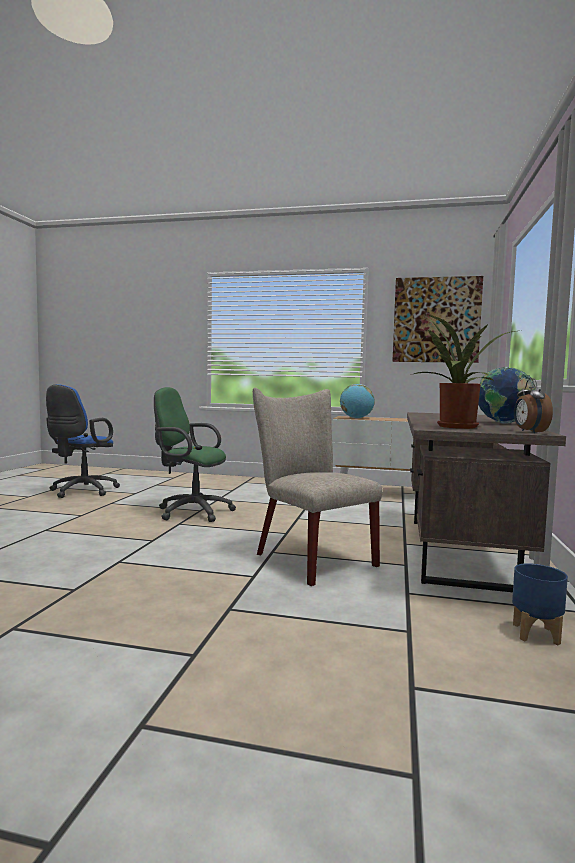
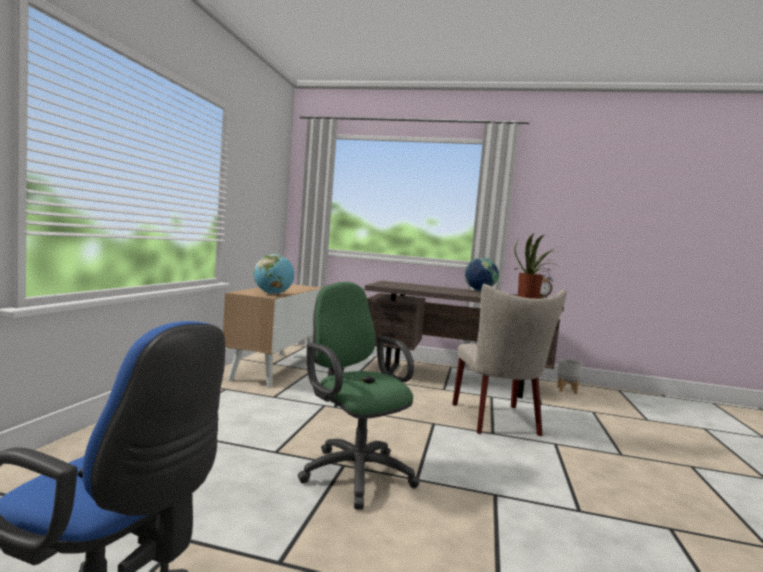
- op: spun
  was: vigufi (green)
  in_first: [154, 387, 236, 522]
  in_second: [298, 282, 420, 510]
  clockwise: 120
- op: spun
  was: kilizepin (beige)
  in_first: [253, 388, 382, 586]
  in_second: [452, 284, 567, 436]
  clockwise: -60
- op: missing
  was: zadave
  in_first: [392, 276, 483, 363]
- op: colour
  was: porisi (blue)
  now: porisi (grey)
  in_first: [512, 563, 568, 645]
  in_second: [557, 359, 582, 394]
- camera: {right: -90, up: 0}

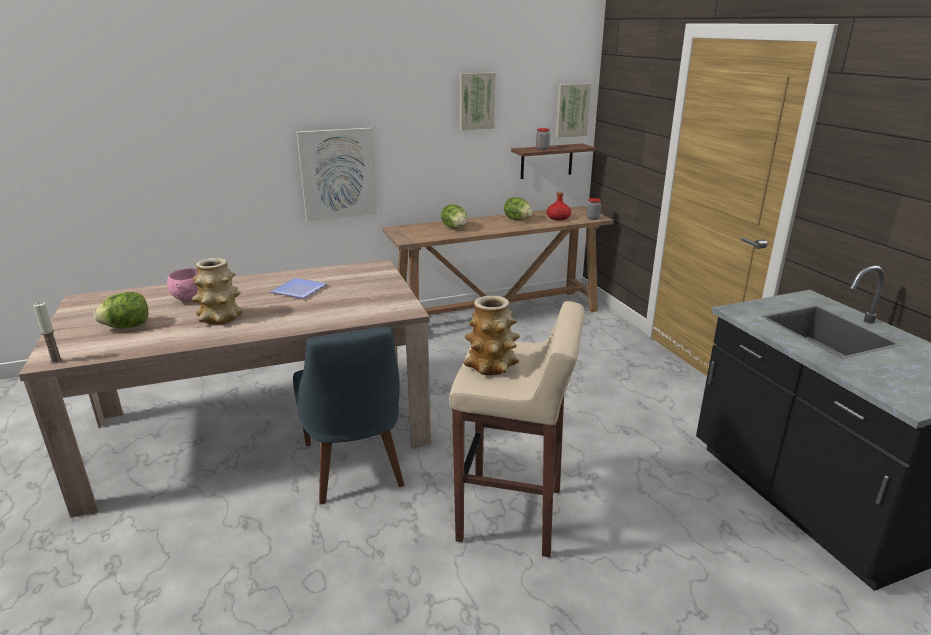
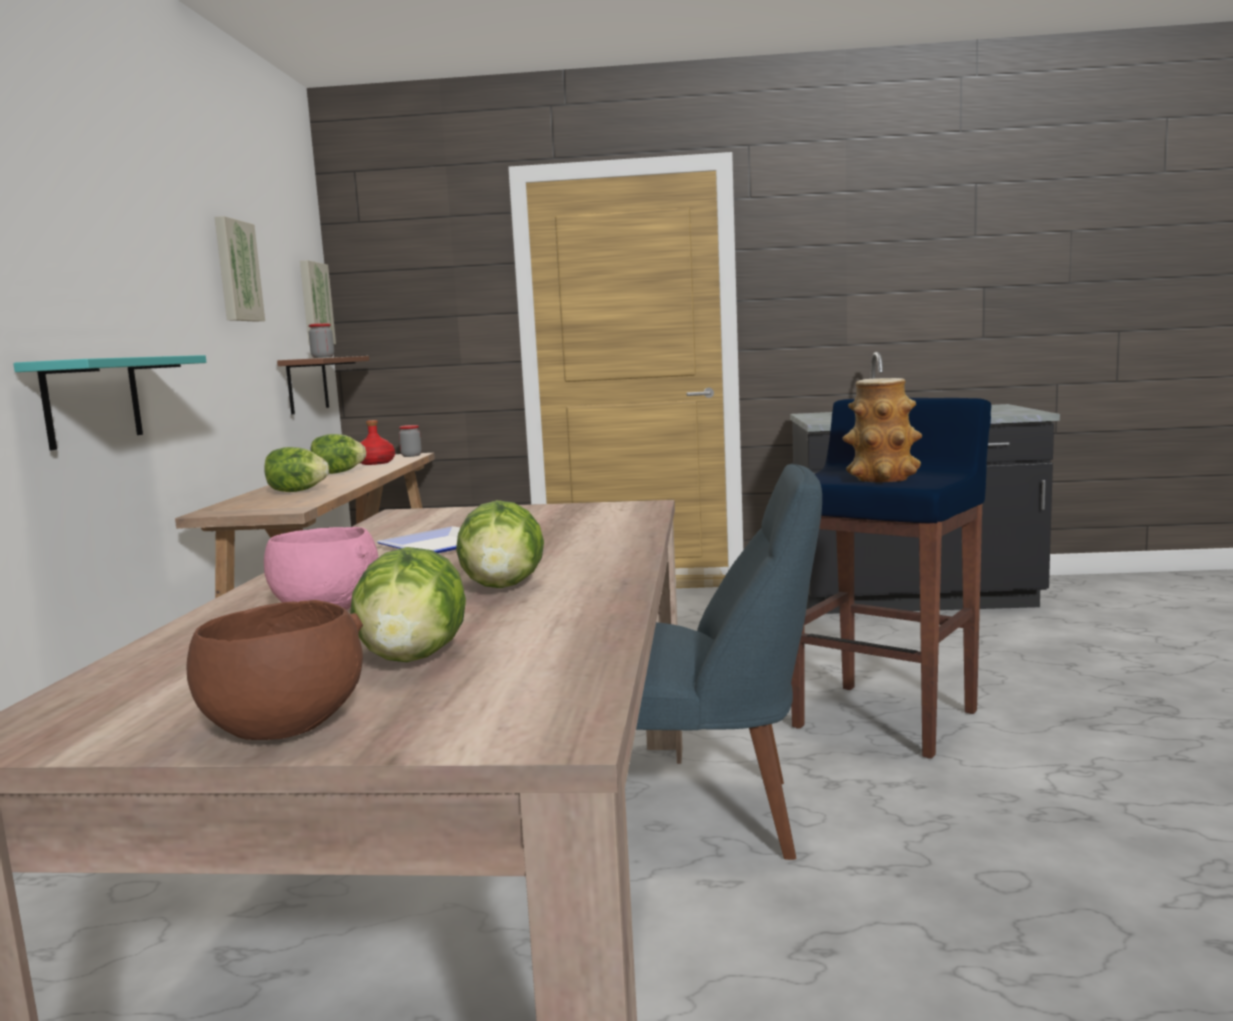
- op: missing
  was: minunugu
  in_first: [33, 302, 63, 364]
- op: exchanged
  was: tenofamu
  now: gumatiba
  in_first: [192, 258, 243, 325]
  in_second: [456, 500, 544, 588]
- op: exchanged
  was: zadave
  now: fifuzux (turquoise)
  in_first: [297, 128, 378, 221]
  in_second: [13, 355, 206, 450]
- op: colour
  was: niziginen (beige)
  now: niziginen (blue)
  in_first: [449, 301, 585, 557]
  in_second: [791, 398, 991, 759]
- op: appeared
  now: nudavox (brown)
  in_second: [186, 600, 363, 740]
- camera: {right: -65, up: -15}

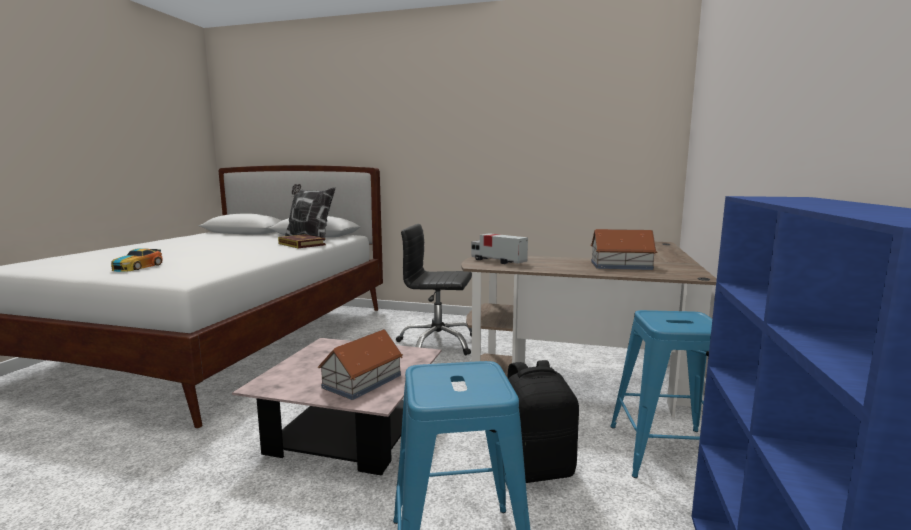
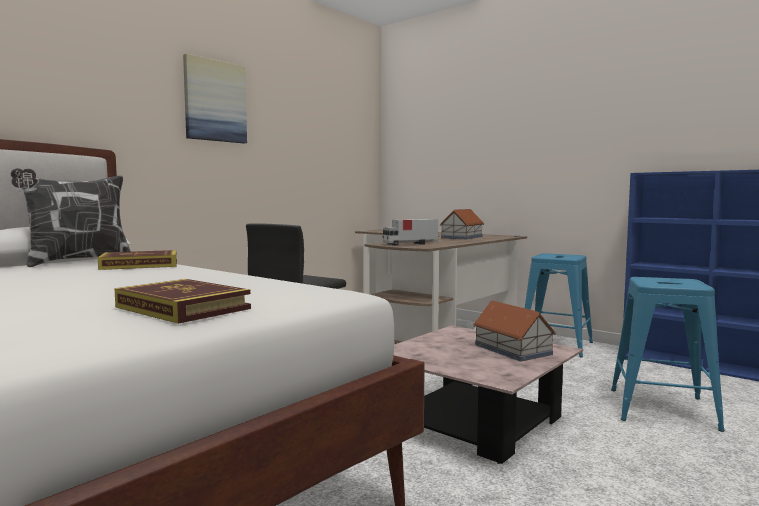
- op: exchanged
  was: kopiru
  now: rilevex
  in_first: [111, 248, 162, 272]
  in_second: [114, 279, 251, 324]
- op: missing
  was: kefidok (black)
  in_first: [508, 360, 579, 483]
- op: appeared
  now: zadave
  in_second: [183, 54, 247, 143]
- camera: {right: -65, up: -5}

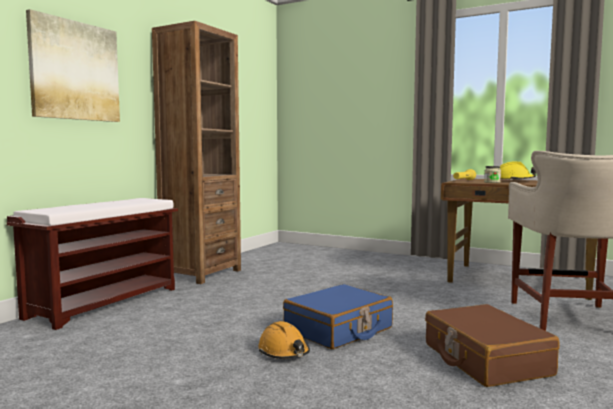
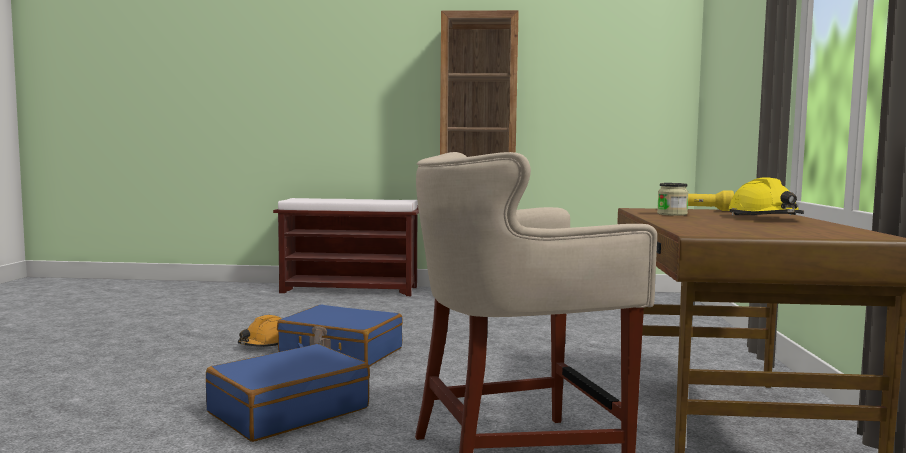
- op: missing
  was: zadave
  in_first: [26, 9, 120, 122]
- op: colour
  was: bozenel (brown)
  now: bozenel (blue)
  in_first: [425, 304, 560, 387]
  in_second: [206, 344, 370, 442]
- camera: {right: 65, up: 0}

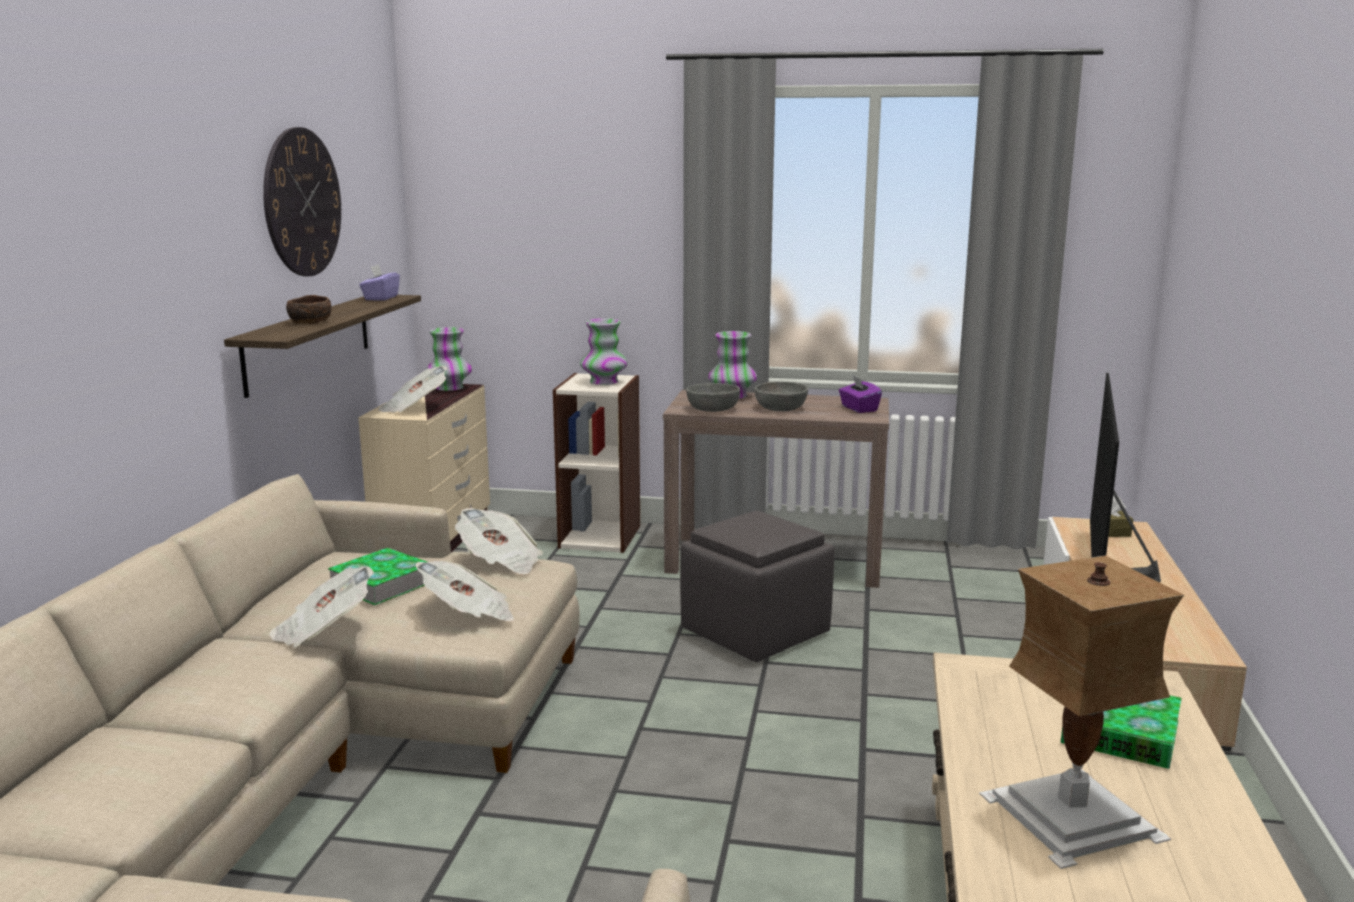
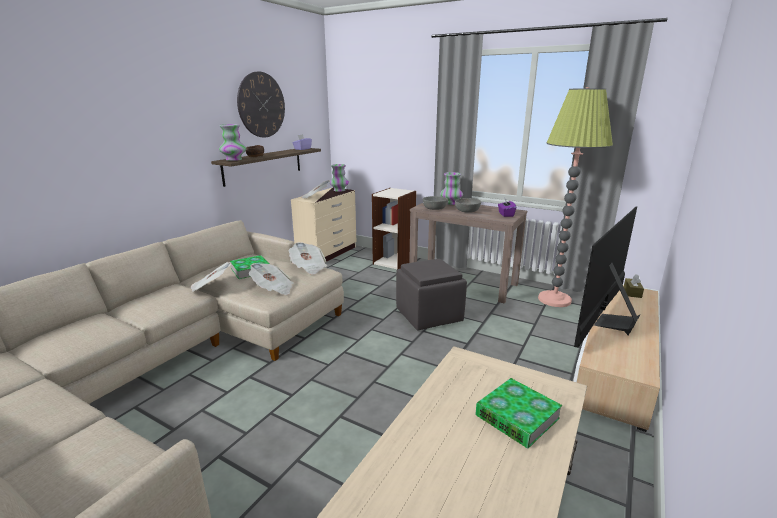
- op: relocated
  was: tenofamu
  in_first: [580, 318, 628, 385]
  in_second: [219, 124, 246, 161]
- op: missing
  was: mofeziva
  in_first: [979, 556, 1184, 869]
- op: appeared
  now: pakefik
  in_second: [538, 87, 613, 307]
- camera: {right: 20, up: 5}

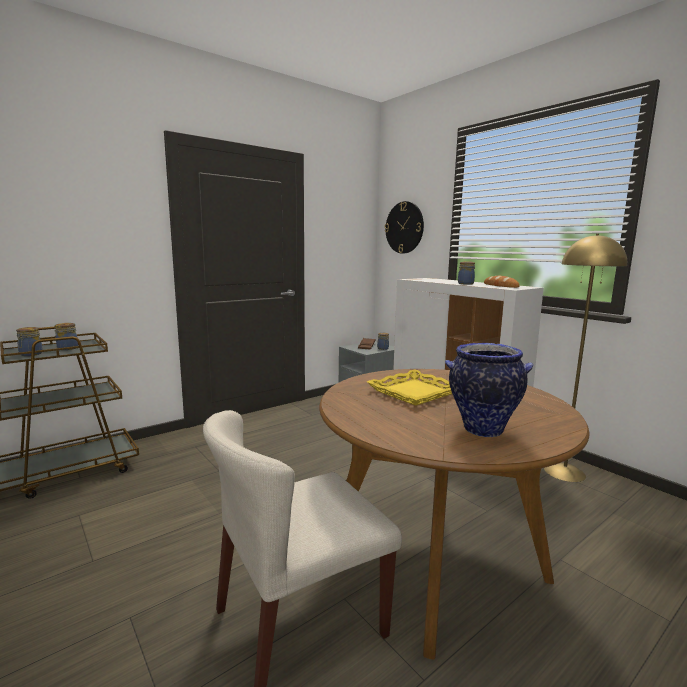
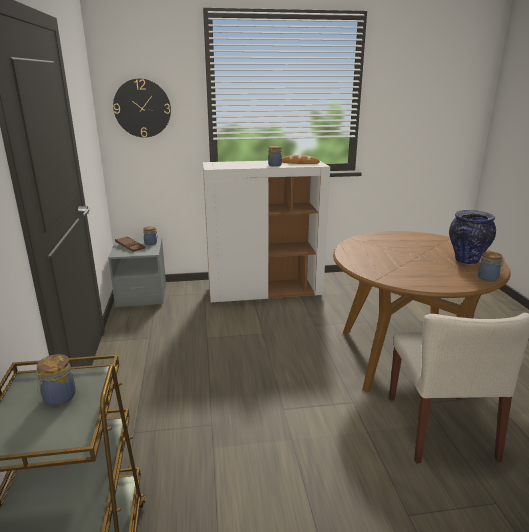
- op: relocated
  was: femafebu
  in_first: [16, 327, 43, 356]
  in_second: [478, 252, 505, 282]
- op: missing
  was: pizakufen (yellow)
  in_first: [367, 369, 452, 406]
- op: missing
  was: pakefik (yellow)
  in_first: [544, 234, 627, 482]
- camera: {right: -60, up: 10}

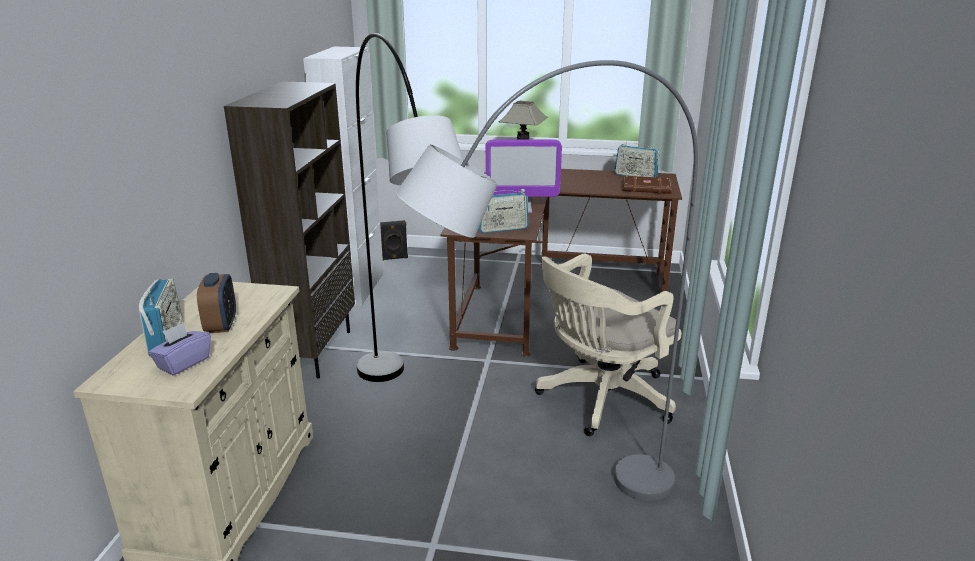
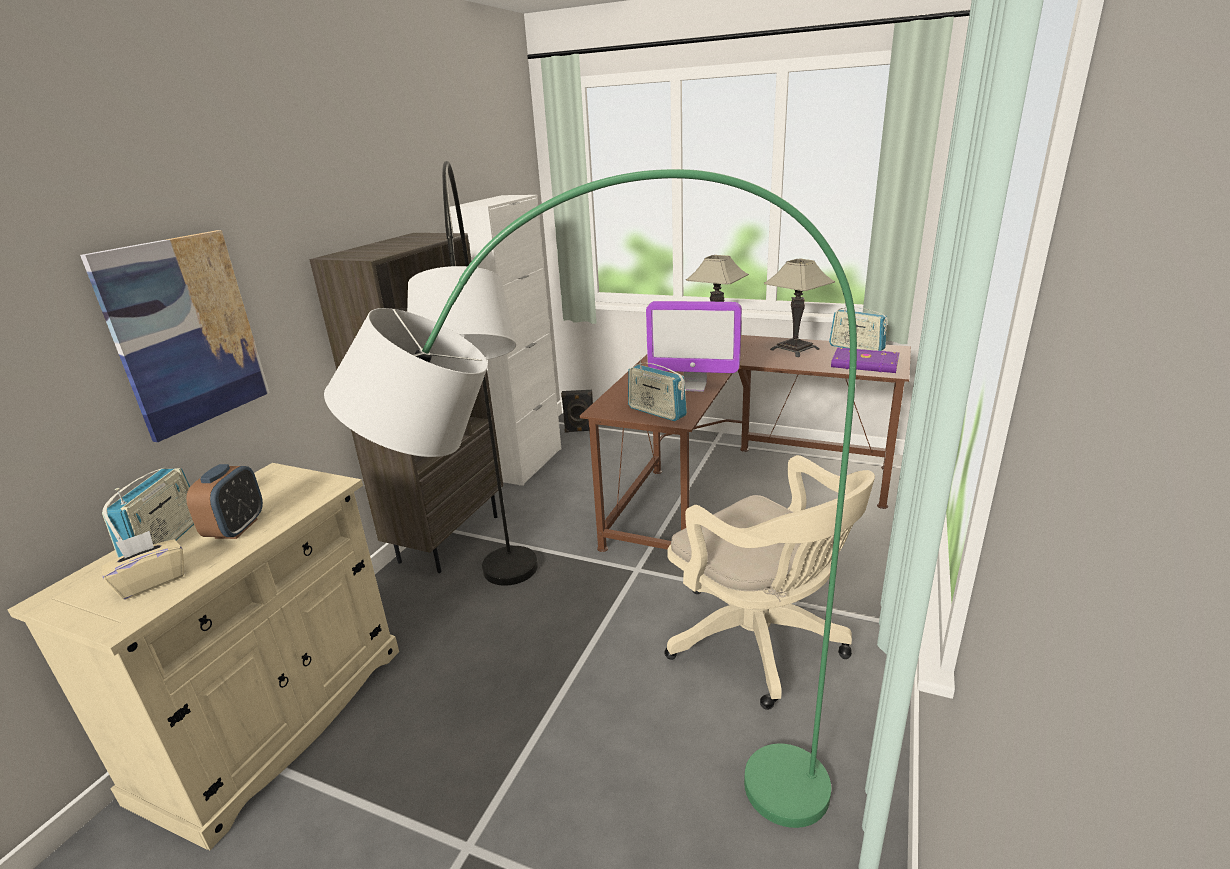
- op: colour
  was: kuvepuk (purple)
  now: kuvepuk (beige)
  in_first: [148, 322, 211, 376]
  in_second: [101, 531, 184, 600]
- op: colour
  was: pakefik (grey)
  now: pakefik (green)
  in_first: [395, 60, 698, 501]
  in_second: [324, 169, 857, 828]
- op: spun
  was: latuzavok
  in_first: [478, 190, 529, 233]
  in_second: [628, 357, 687, 421]
  clockwise: 45
- op: spun
  was: vigufi (beige)
  in_first: [535, 254, 682, 436]
  in_second: [664, 455, 875, 710]
  clockwise: -105
- op: colour
  was: rilevex (brown)
  now: rilevex (purple)
  in_first: [622, 176, 672, 194]
  in_second: [831, 348, 899, 373]
- op: appeared
  now: zadave
  in_second: [80, 230, 270, 442]
- op: appeared
  now: mofeziva
  in_second: [764, 259, 835, 357]
- camera: {right: 15, up: 0}

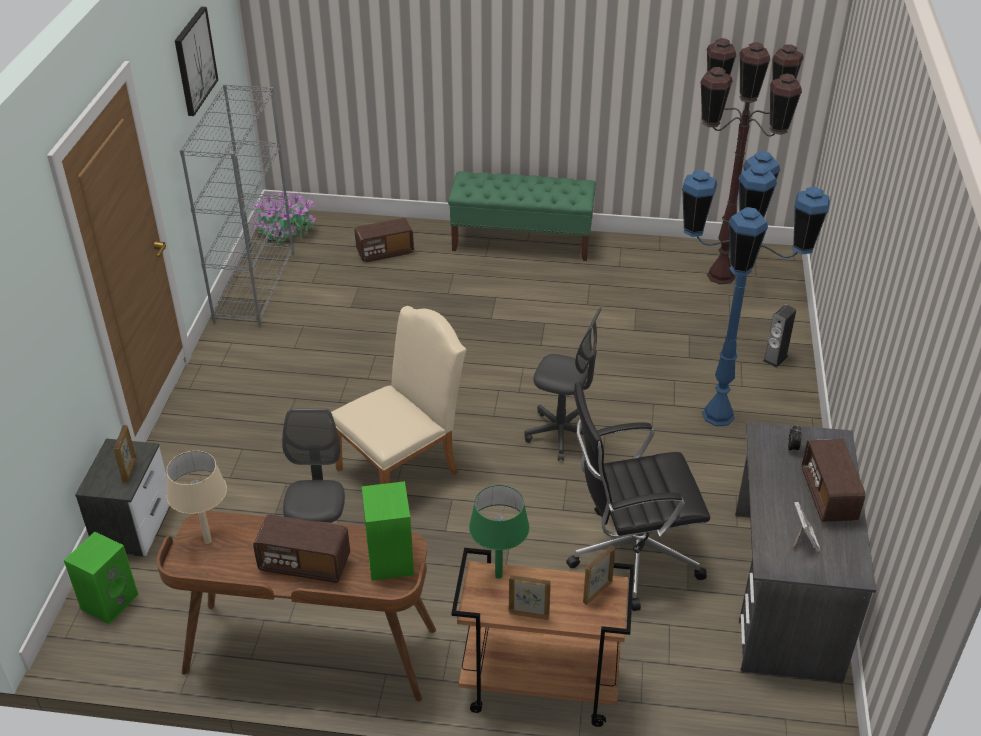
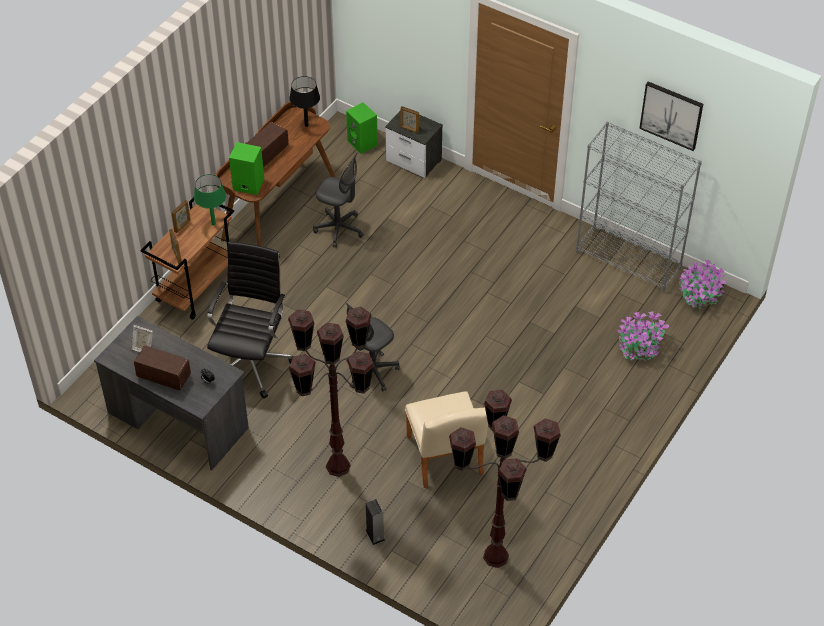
- op: colour
  was: mofeziva (beige)
  now: mofeziva (black)
  in_first: [166, 451, 227, 544]
  in_second: [289, 76, 320, 127]
- op: relocated
  was: kilizepin (beige)
  in_first: [331, 306, 466, 484]
  in_second: [405, 391, 488, 488]
- op: exchanged
  was: latuzavok
  now: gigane
  in_first: [354, 218, 414, 262]
  in_second: [617, 311, 669, 361]
- op: missing
  was: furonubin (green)
  in_first: [448, 171, 596, 261]
- op: colour
  was: pakefik (blue)
  now: pakefik (brown)
  in_first: [682, 151, 830, 426]
  in_second: [288, 307, 374, 477]
- camera: {right: 115, up: 10}

